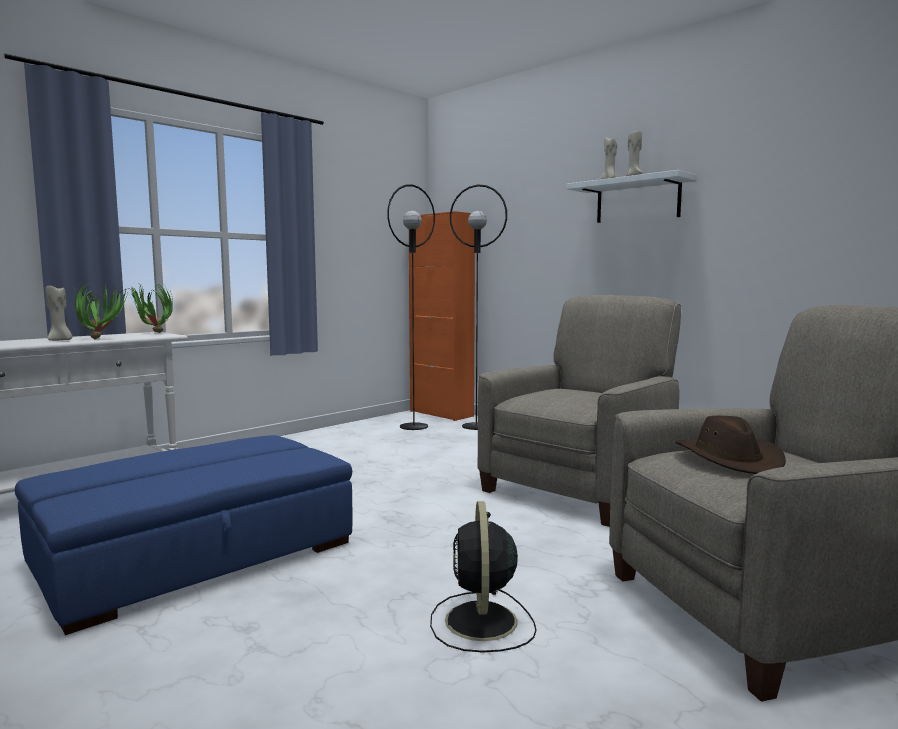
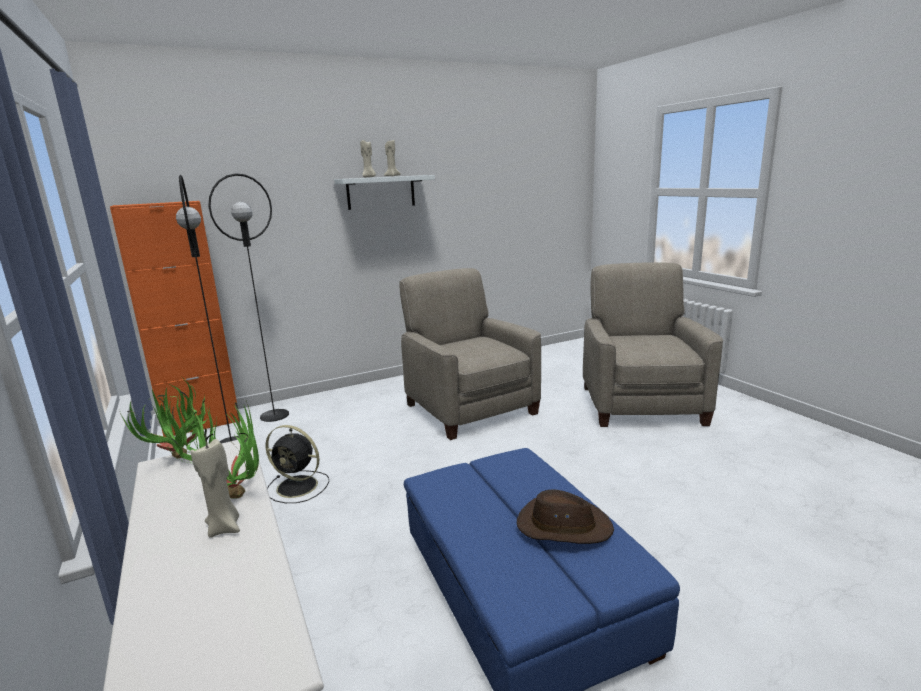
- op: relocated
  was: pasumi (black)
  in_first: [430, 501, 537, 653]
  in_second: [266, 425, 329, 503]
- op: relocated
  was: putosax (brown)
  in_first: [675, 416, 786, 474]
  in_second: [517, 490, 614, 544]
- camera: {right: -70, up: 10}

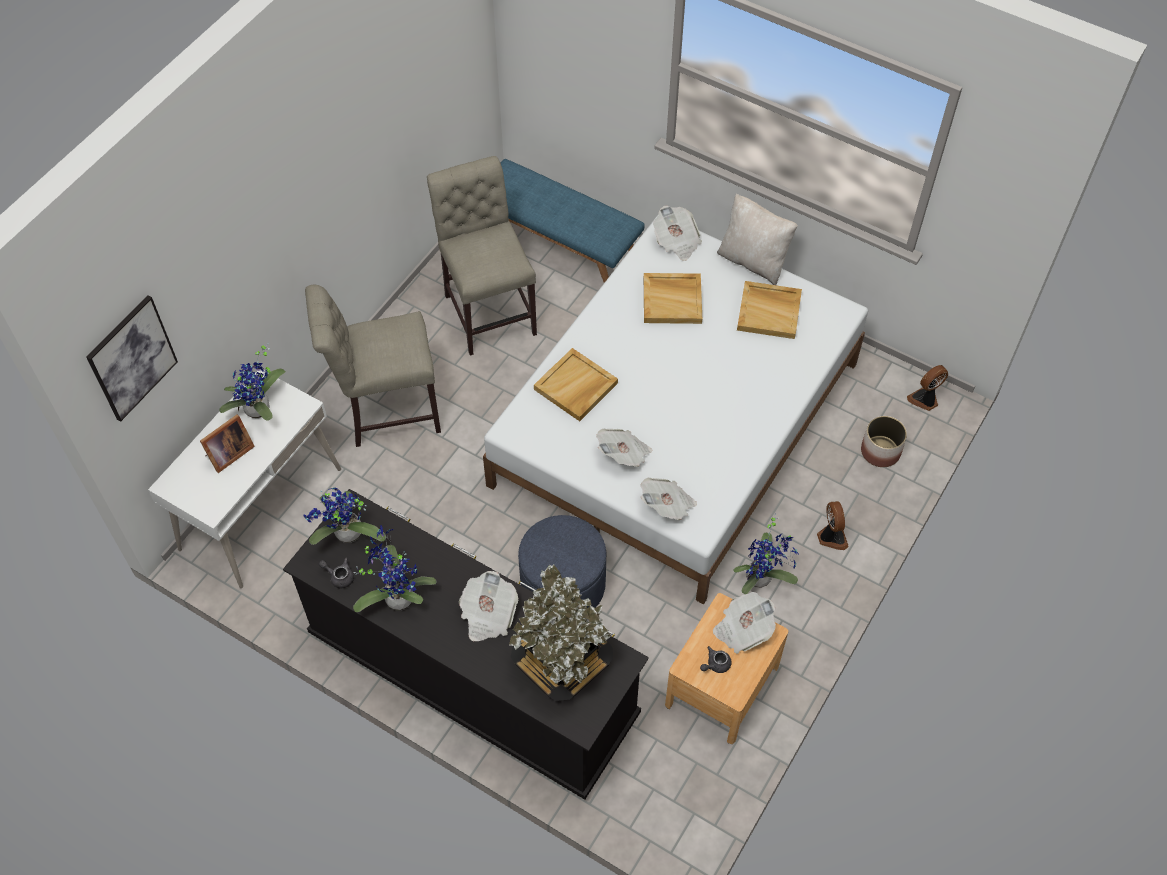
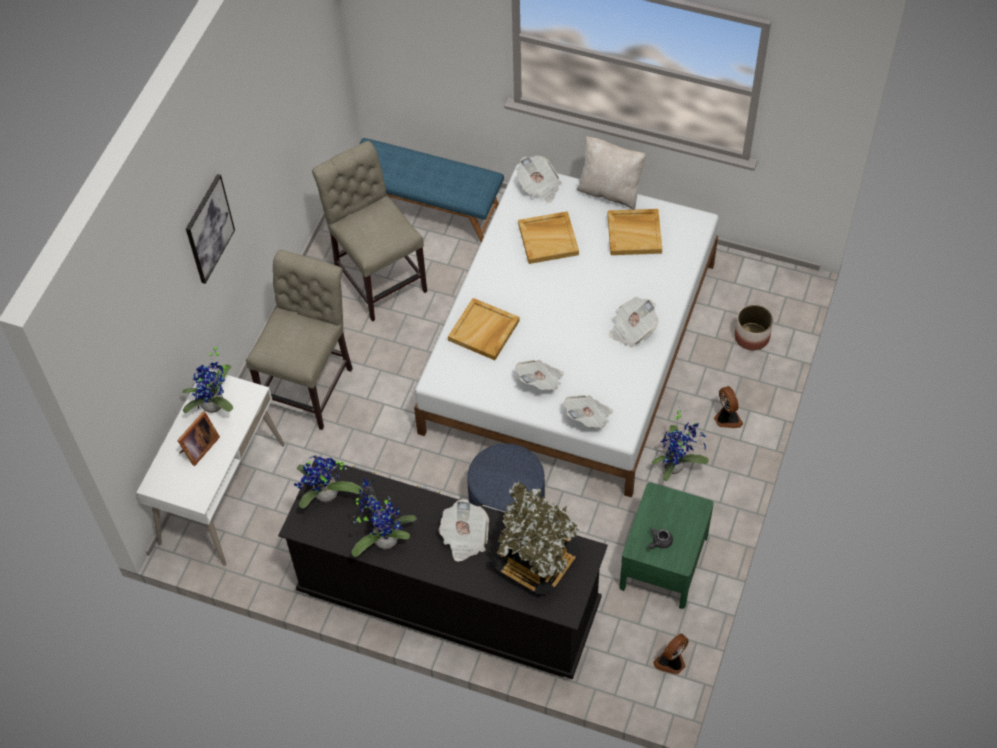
- op: relocated
  was: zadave
  in_first: [86, 295, 178, 422]
  in_second: [186, 174, 235, 284]
- op: spun
  was: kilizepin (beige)
  in_first: [305, 285, 441, 447]
  in_second: [246, 250, 353, 430]
  clockwise: 135
- op: missing
  was: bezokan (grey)
  in_first: [319, 558, 354, 588]
- op: colour
  was: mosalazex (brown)
  now: mosalazex (green)
  in_first: [665, 593, 788, 744]
  in_second: [620, 482, 714, 609]
- op: relocated
  was: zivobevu
  in_first: [713, 592, 776, 654]
  in_second: [609, 297, 658, 348]
- op: relocated
  was: pasumi
  in_first: [907, 365, 948, 411]
  in_second: [653, 633, 689, 675]
- camera: {right: -10, up: 0}

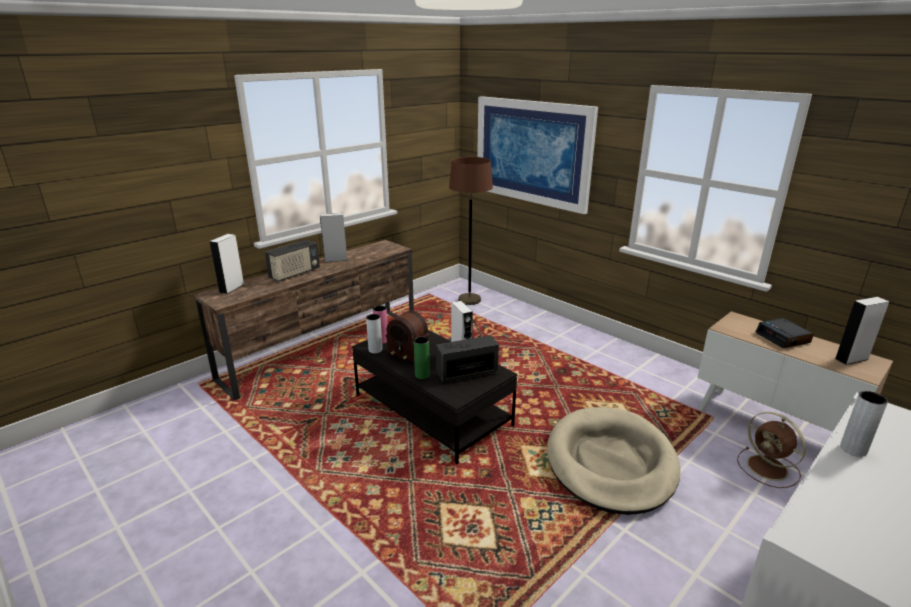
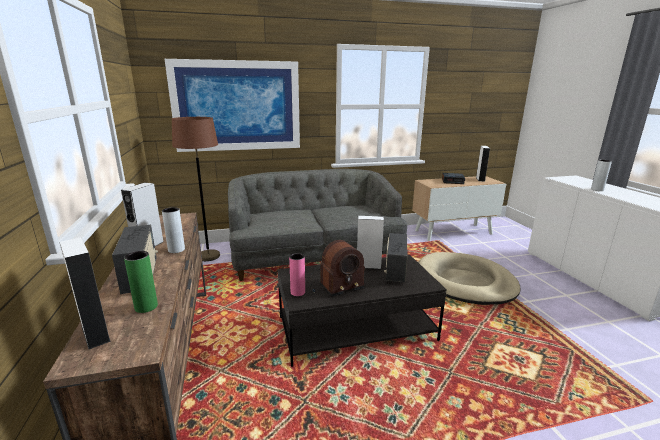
- op: relocated
  was: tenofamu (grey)
  in_first: [366, 314, 382, 354]
  in_second: [162, 207, 185, 253]
- op: relocated
  was: tenofamu (green)
  in_first: [414, 337, 430, 379]
  in_second: [124, 251, 158, 313]
- op: missing
  was: pasumi (brown)
  in_first: [737, 412, 806, 488]
- op: appeared
  now: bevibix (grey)
  in_second: [228, 169, 407, 281]
- camera: {right: -60, up: -5}

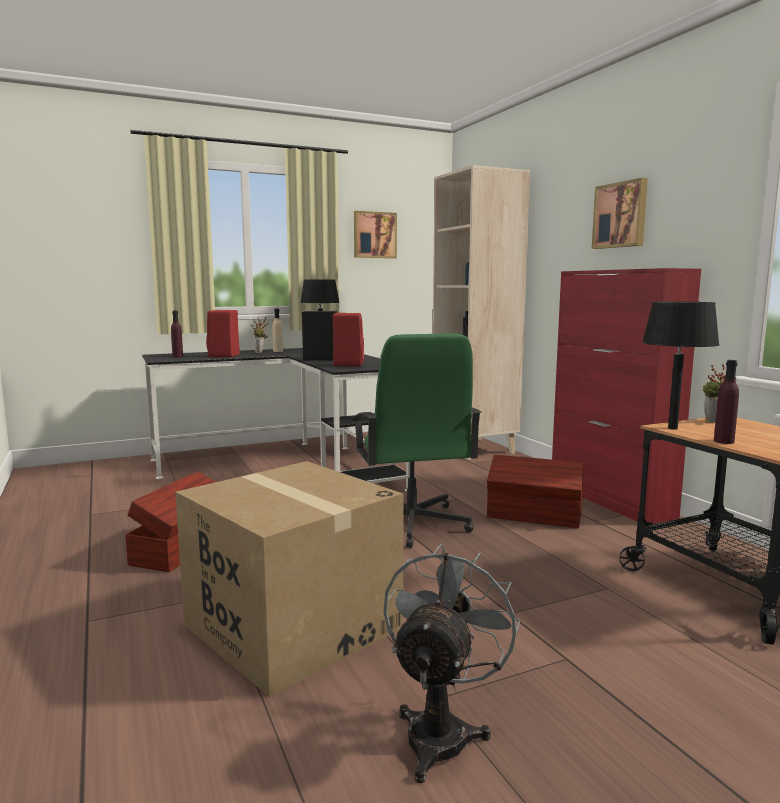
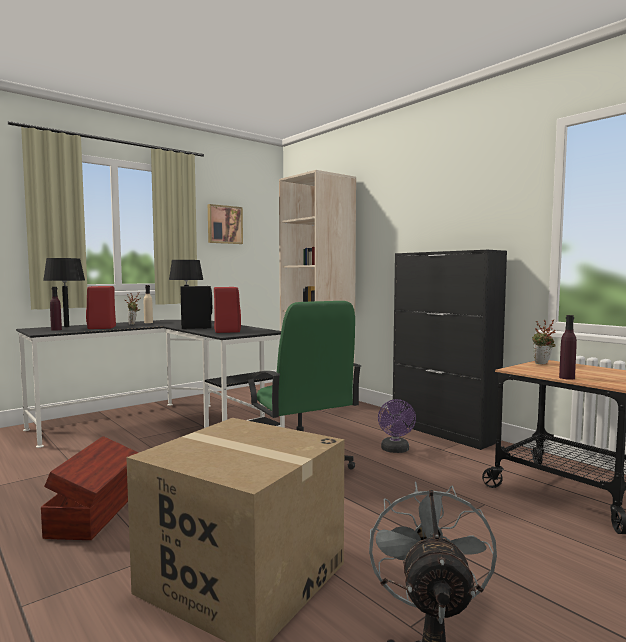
- op: exchanged
  was: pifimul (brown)
  now: pasumi (purple)
  in_first: [487, 455, 584, 528]
  in_second: [378, 399, 416, 453]
- op: colour
  was: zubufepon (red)
  now: zubufepon (black)
  in_first: [552, 268, 701, 524]
  in_second: [393, 250, 507, 450]
- op: missing
  was: zadave
  in_first: [592, 178, 648, 249]
- op: relocated
  was: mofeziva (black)
  in_first: [642, 302, 720, 430]
  in_second: [43, 258, 85, 327]
- camera: {right: -15, up: -5}

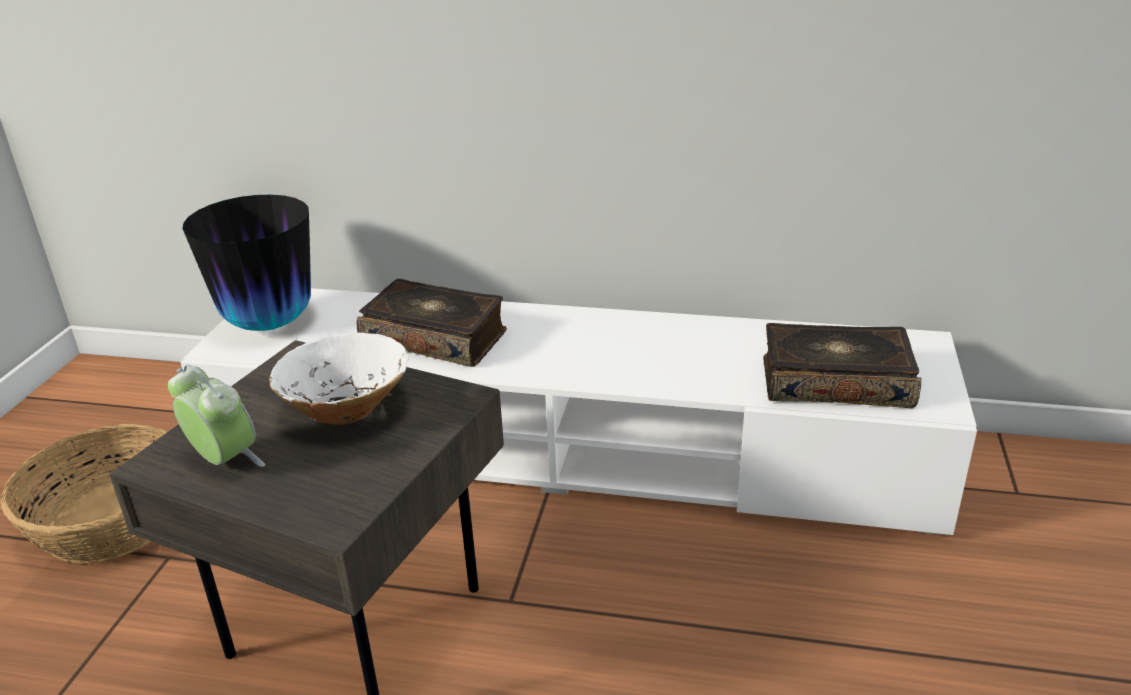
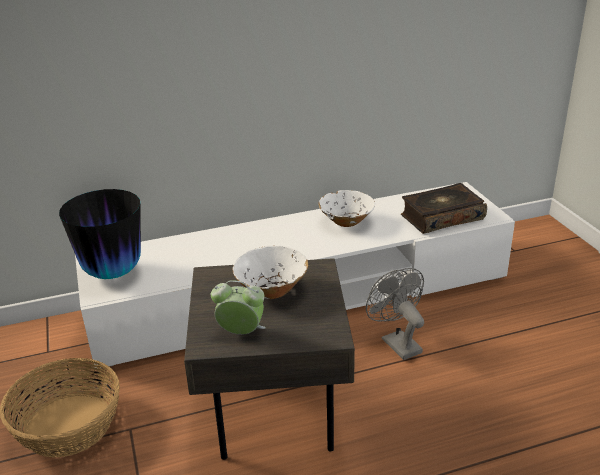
- op: missing
  was: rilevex
  in_first: [357, 279, 507, 367]
- op: appeared
  now: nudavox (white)
  in_second: [318, 190, 375, 227]
- op: appeared
  now: pasumi (grey)
  in_second: [366, 268, 424, 360]
- camera: {right: -30, up: 0}

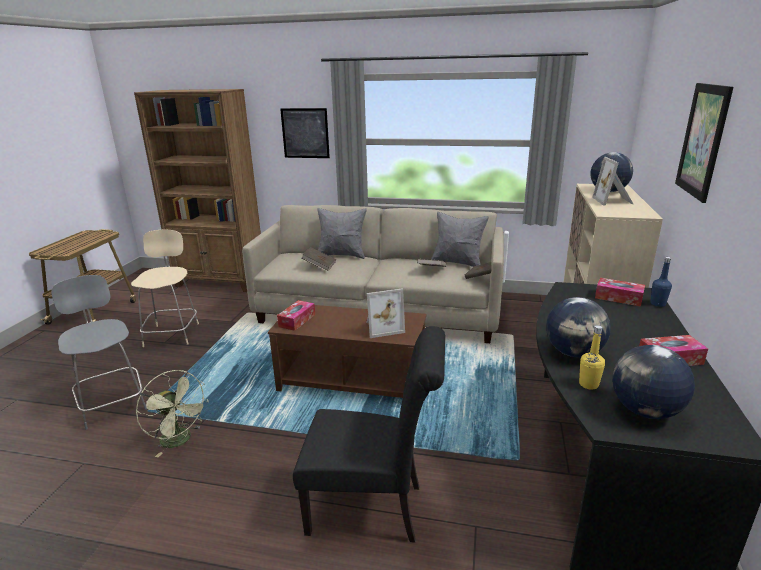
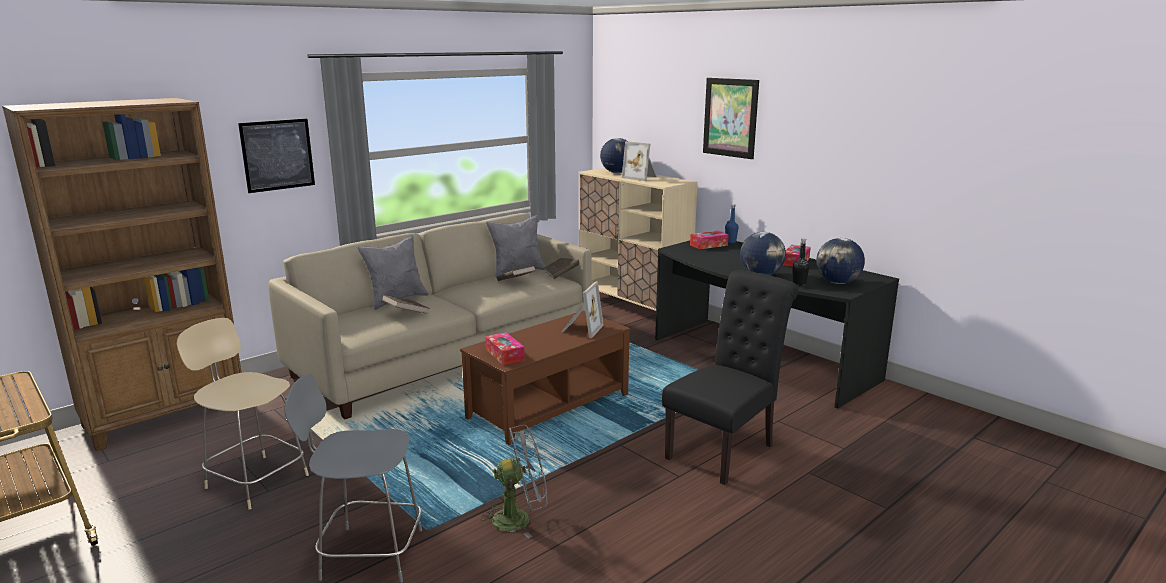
- op: colour
  was: pasumi (green)
  now: pasumi (grey)
  in_first: [136, 370, 209, 457]
  in_second: [480, 425, 547, 539]
- op: colour
  was: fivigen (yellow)
  now: fivigen (black)
  in_first: [579, 325, 605, 389]
  in_second: [793, 239, 809, 285]
- camera: {right: -55, up: -5}

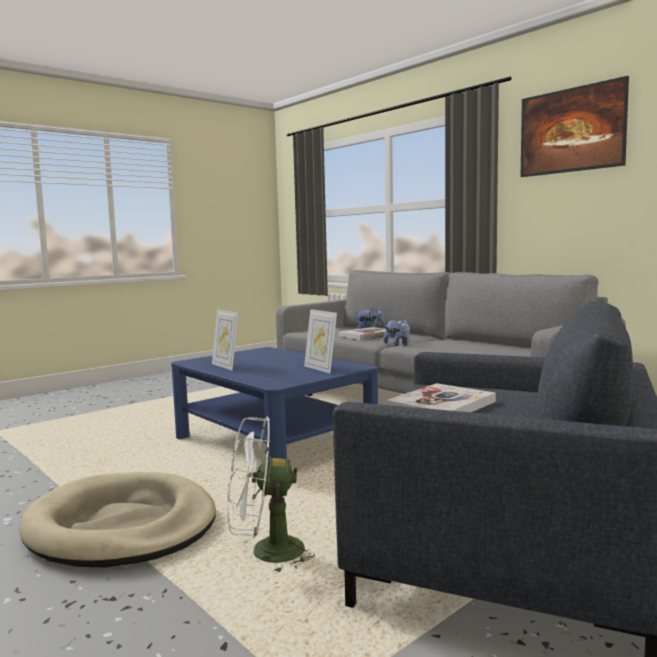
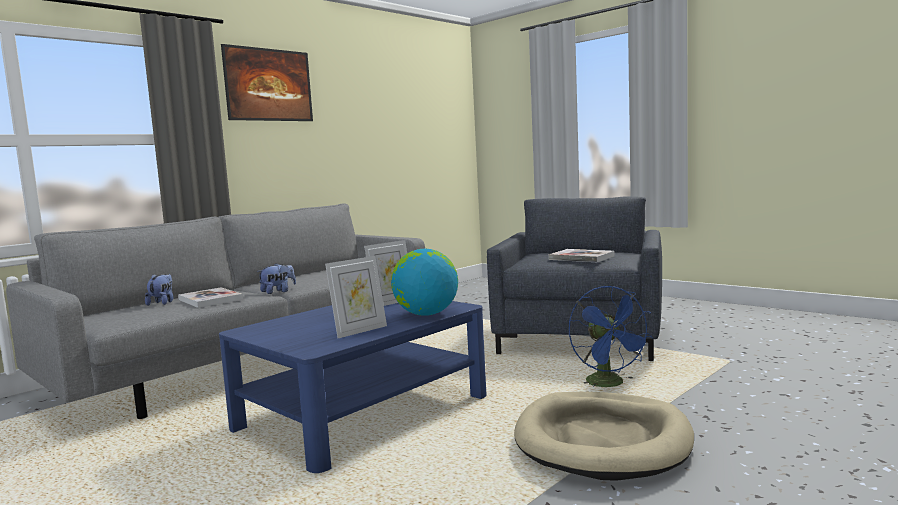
- op: colour
  was: pasumi (white)
  now: pasumi (blue)
  in_first: [227, 416, 315, 573]
  in_second: [569, 286, 654, 387]
- op: appeared
  now: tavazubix
  in_second: [391, 249, 458, 316]
- camera: {right: -95, up: 0}

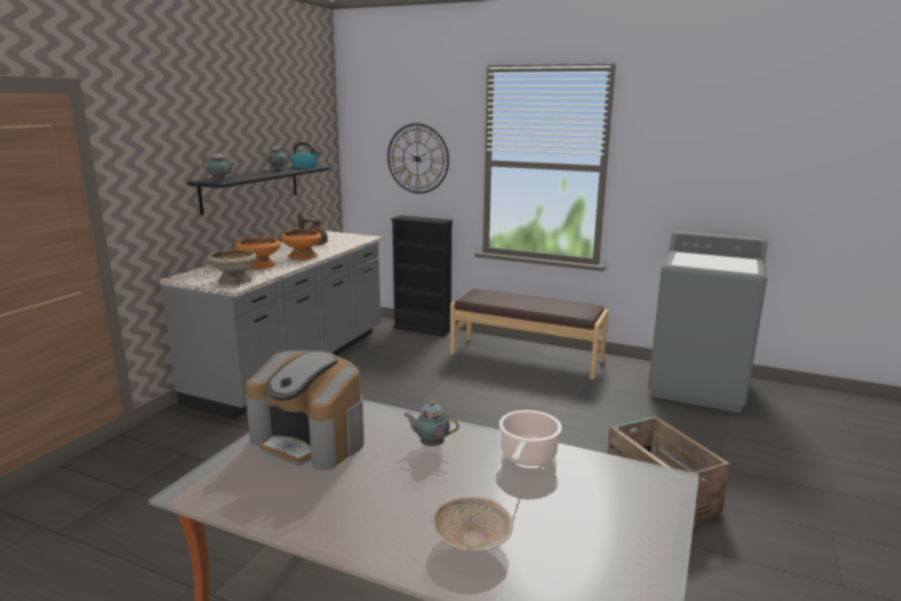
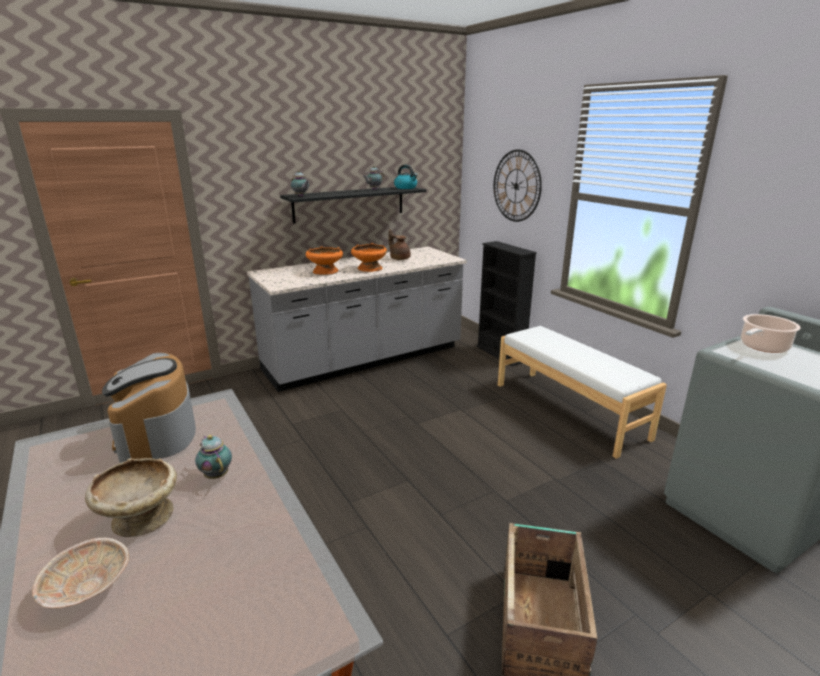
- op: relocated
  was: nudavox (beige)
  in_first: [207, 248, 257, 284]
  in_second: [85, 458, 177, 537]
- op: colour
  was: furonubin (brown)
  now: furonubin (white)
  in_first: [450, 289, 608, 380]
  in_second: [498, 326, 667, 459]
- op: relocated
  was: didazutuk
  in_first: [499, 410, 562, 466]
  in_second: [741, 314, 801, 353]
- camera: {right: 35, up: 5}

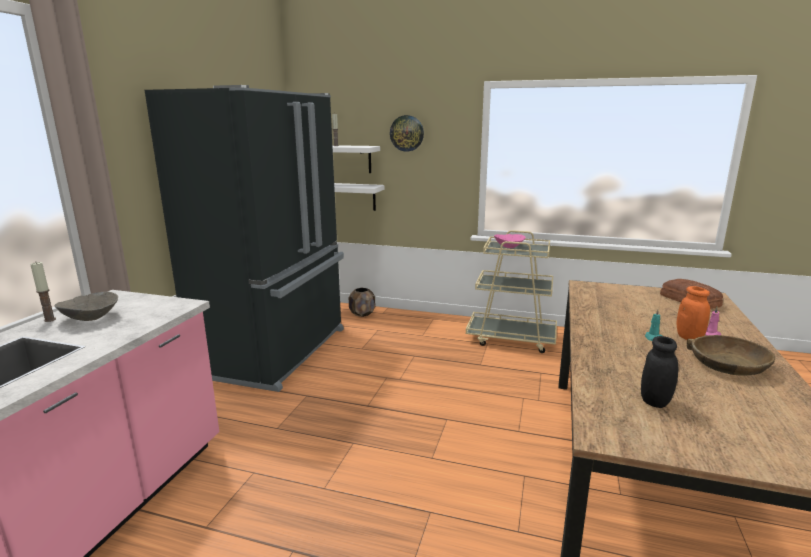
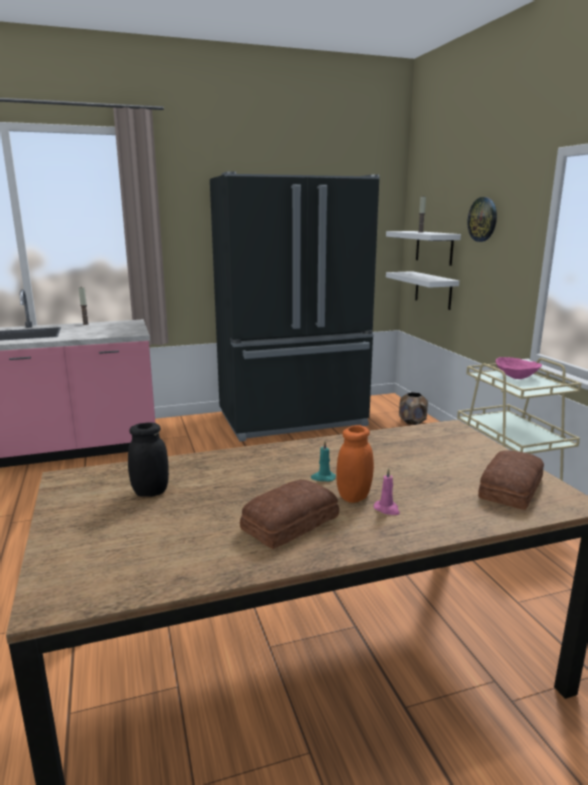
- op: missing
  was: nudavox (grey)
  in_first: [54, 292, 118, 321]
- op: exchanged
  was: nudavox (brown)
  now: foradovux
  in_first: [687, 335, 775, 376]
  in_second: [240, 480, 339, 549]
- camera: {right: 55, up: 0}

